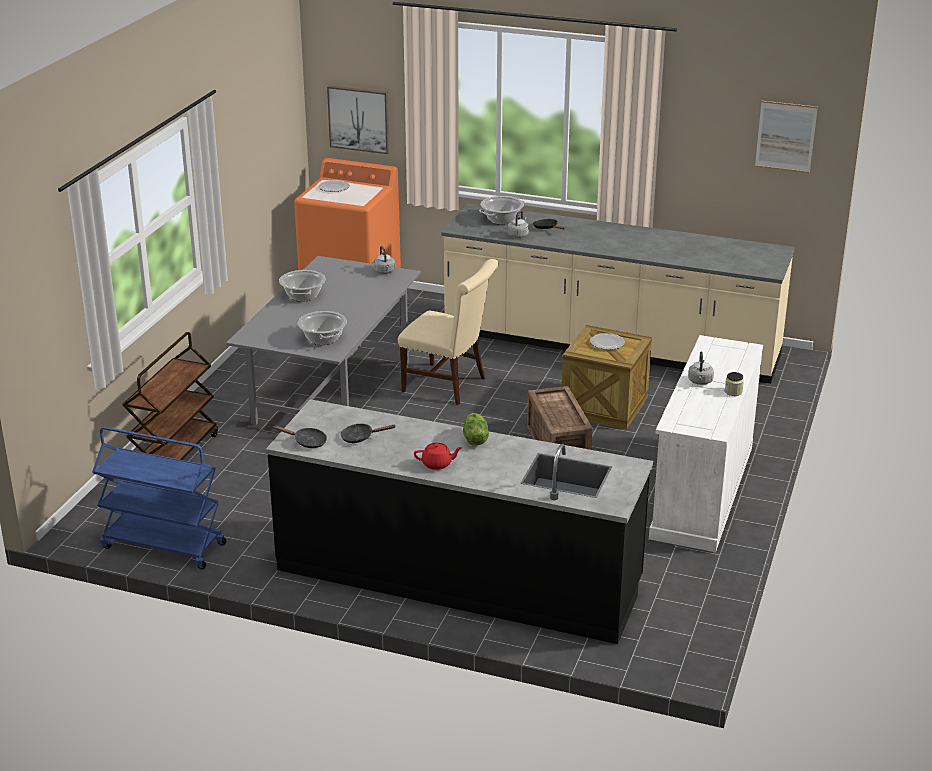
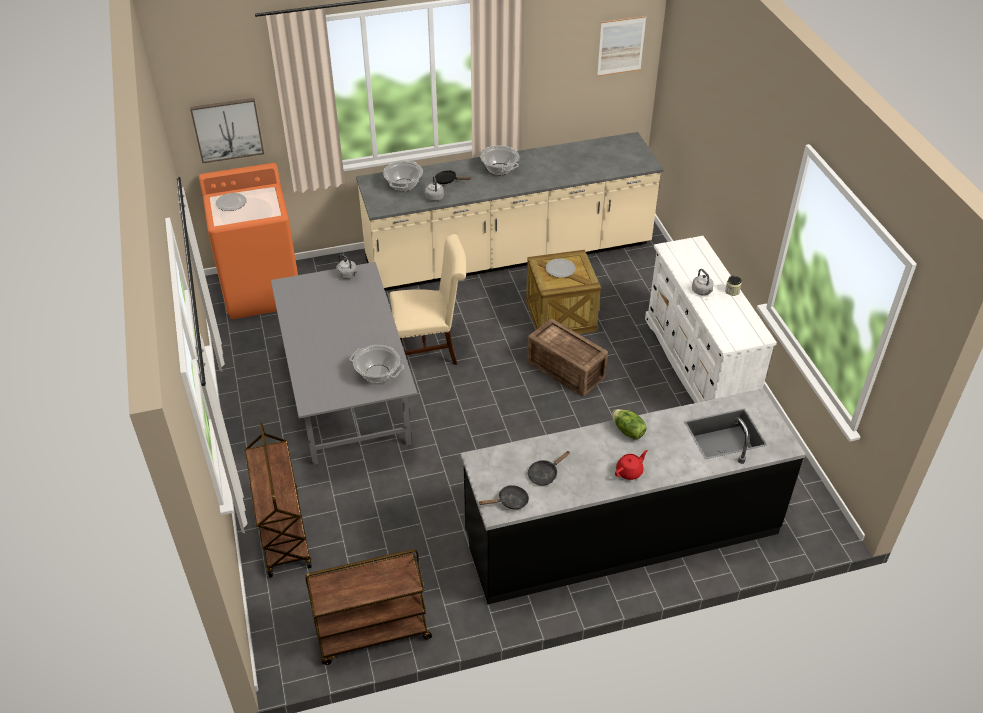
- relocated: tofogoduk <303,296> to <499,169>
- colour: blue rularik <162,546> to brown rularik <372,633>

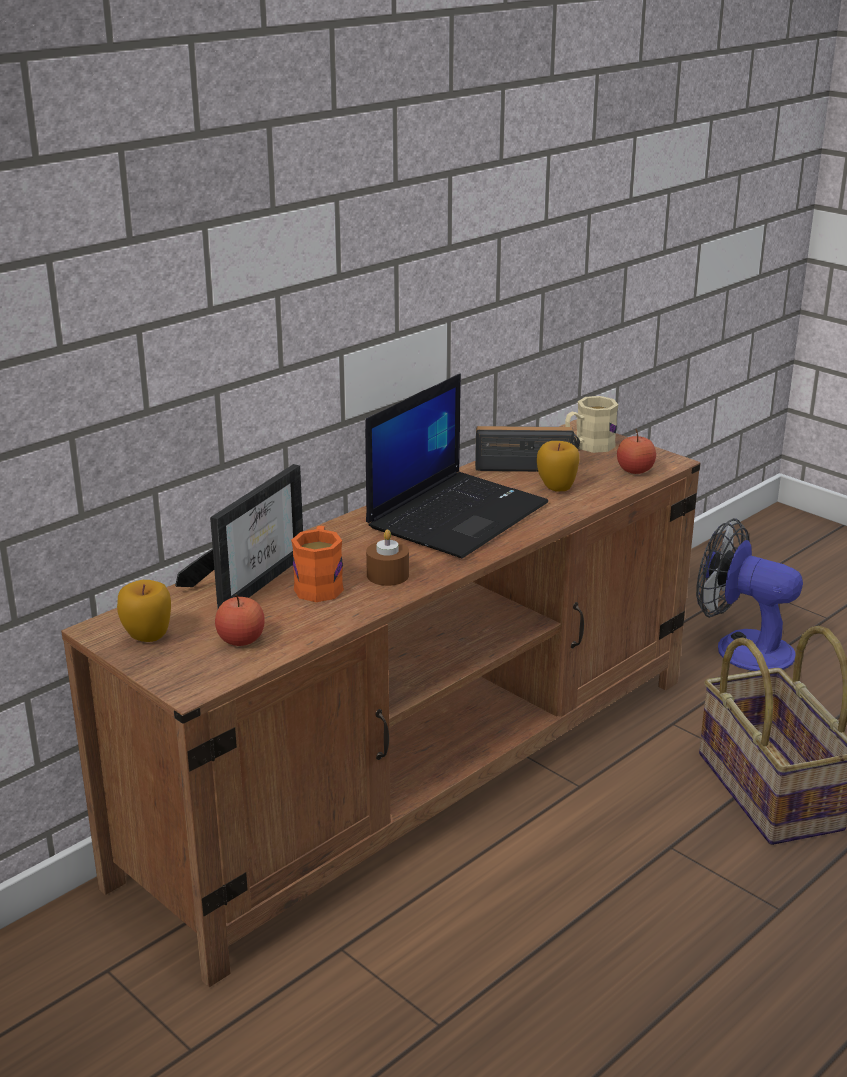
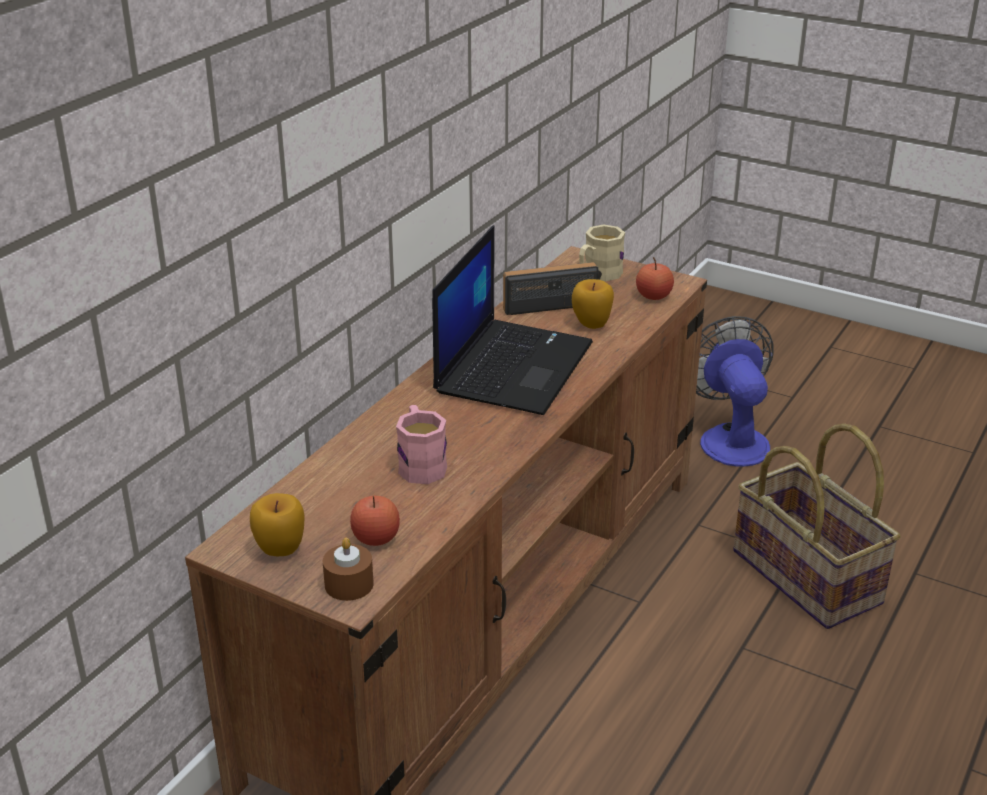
- missing: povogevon <252,579>
- relocated: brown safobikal <387,575> to <349,584>
- colour: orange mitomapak <319,584> to pink mitomapak <420,463>
- spun: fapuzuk <741,648> = <730,438> 60 degrees clockwise

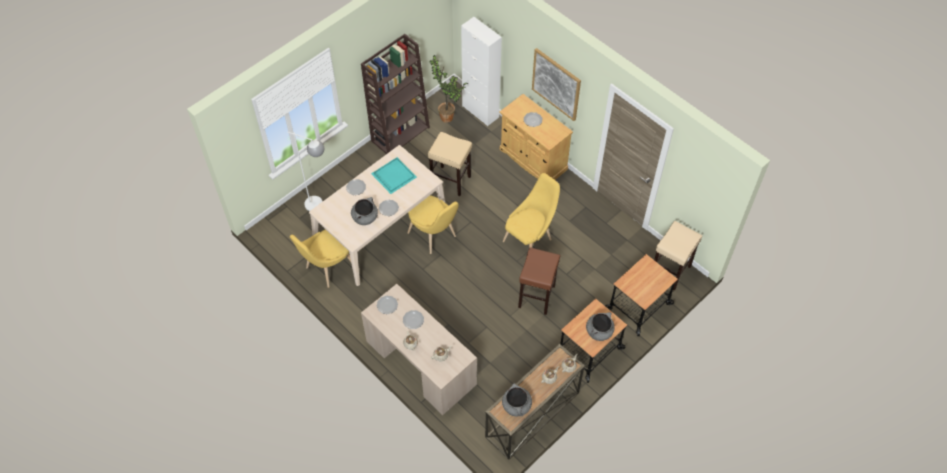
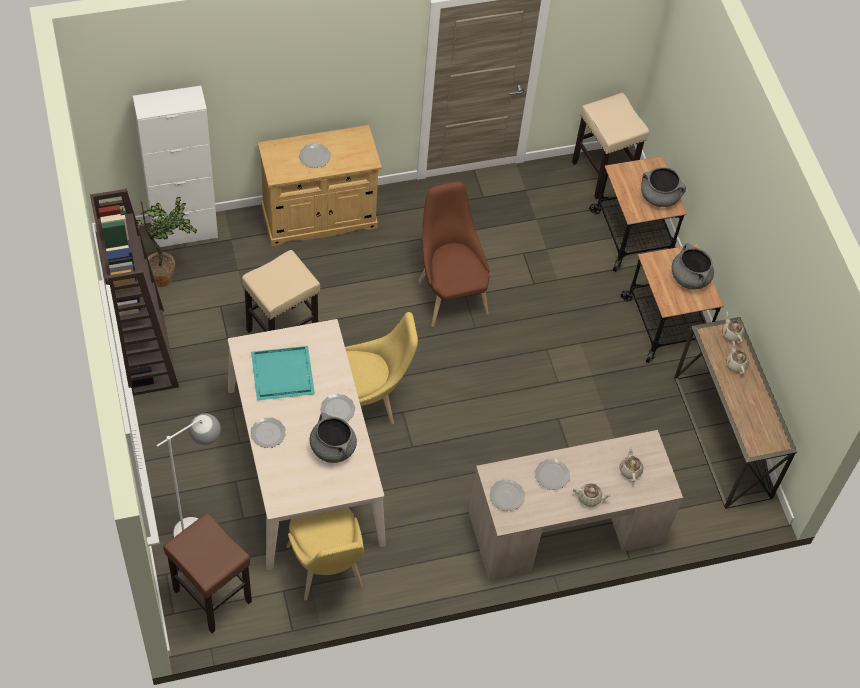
- missing: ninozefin <556,84>
- relocated: grey tofogoduk <516,405> to <659,197>
- relocated: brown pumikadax <536,296> to <211,595>
- colour: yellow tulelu <530,239> to brown tulelu <450,293>

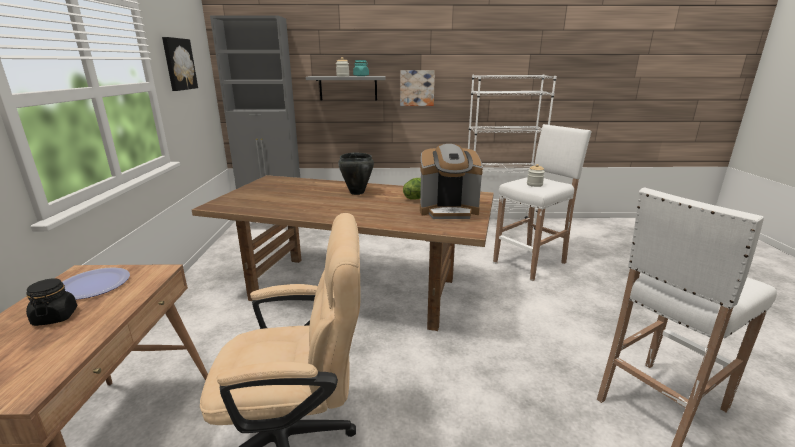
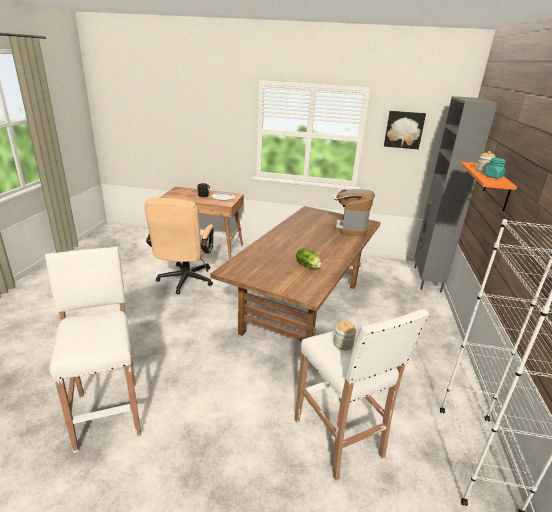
- missing: black tofogoduk <356,192>
- missing: ninozefin <417,88>
- relocated: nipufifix <448,211> to <350,228>
- colour: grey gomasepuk <348,88> to orange gomasepuk <497,187>

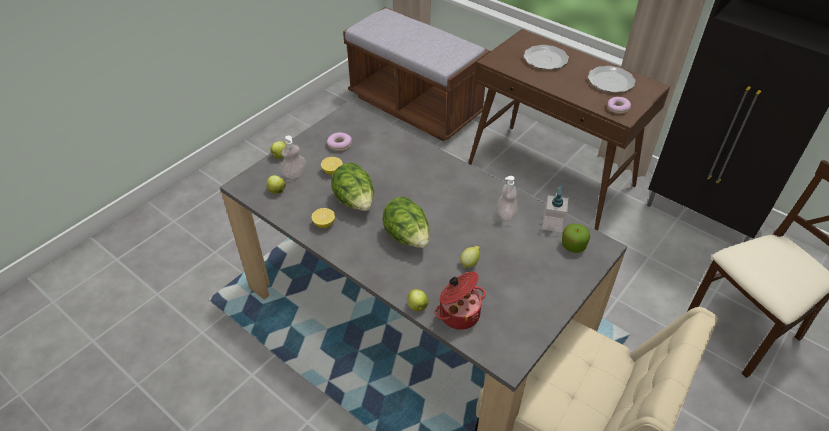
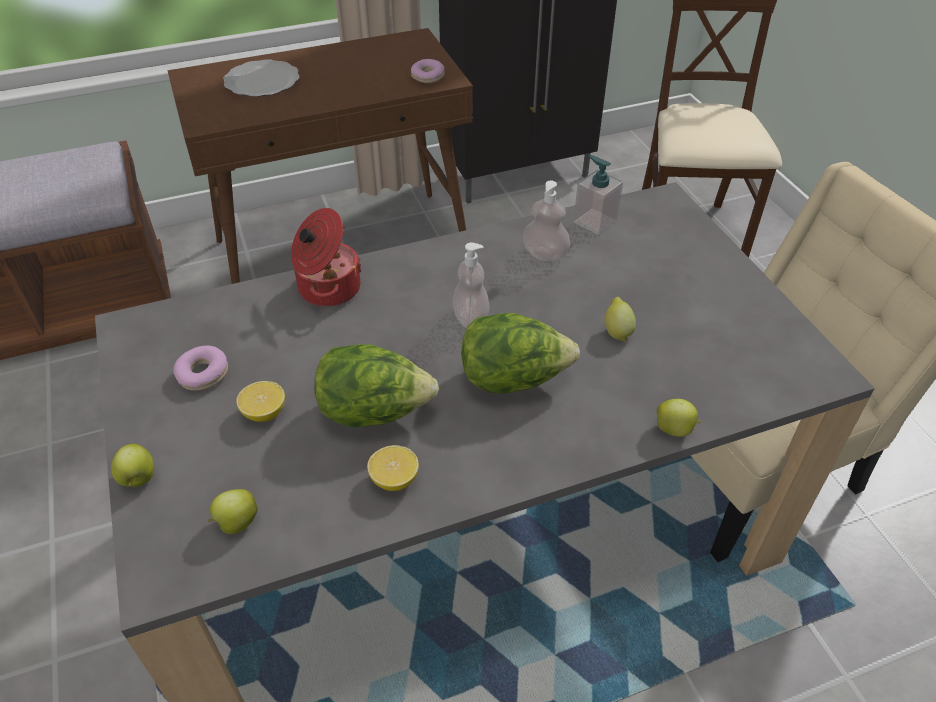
- missing: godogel <573,246>
- missing: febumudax <610,81>
- relocated: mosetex <294,174> to <470,318>
- relocated: tofogoduk <458,313> to <327,288>

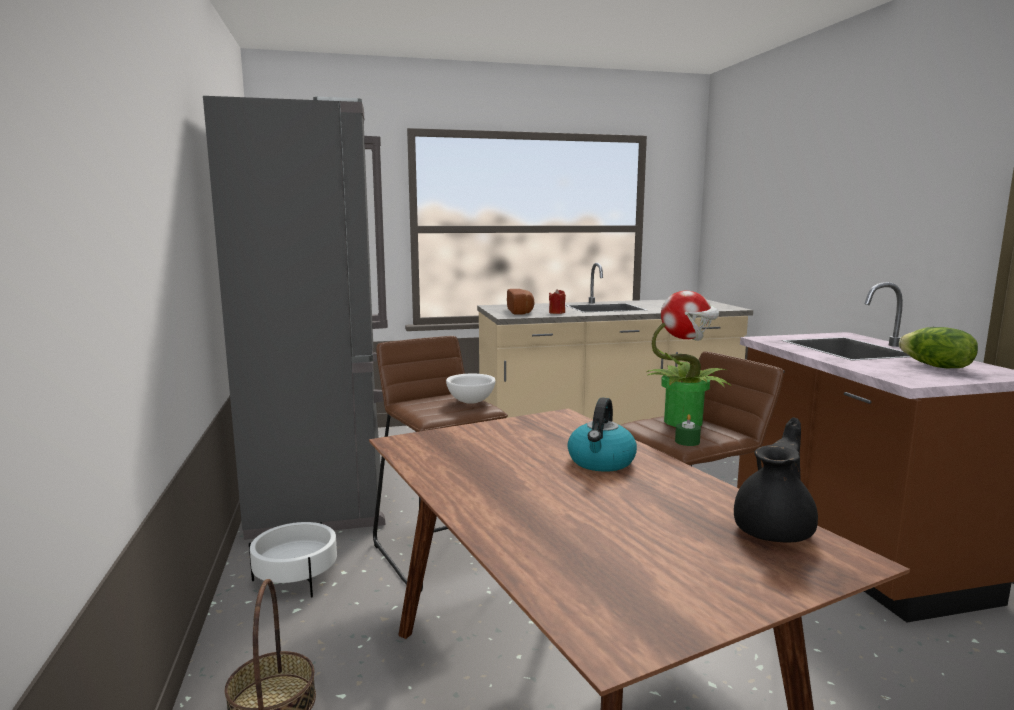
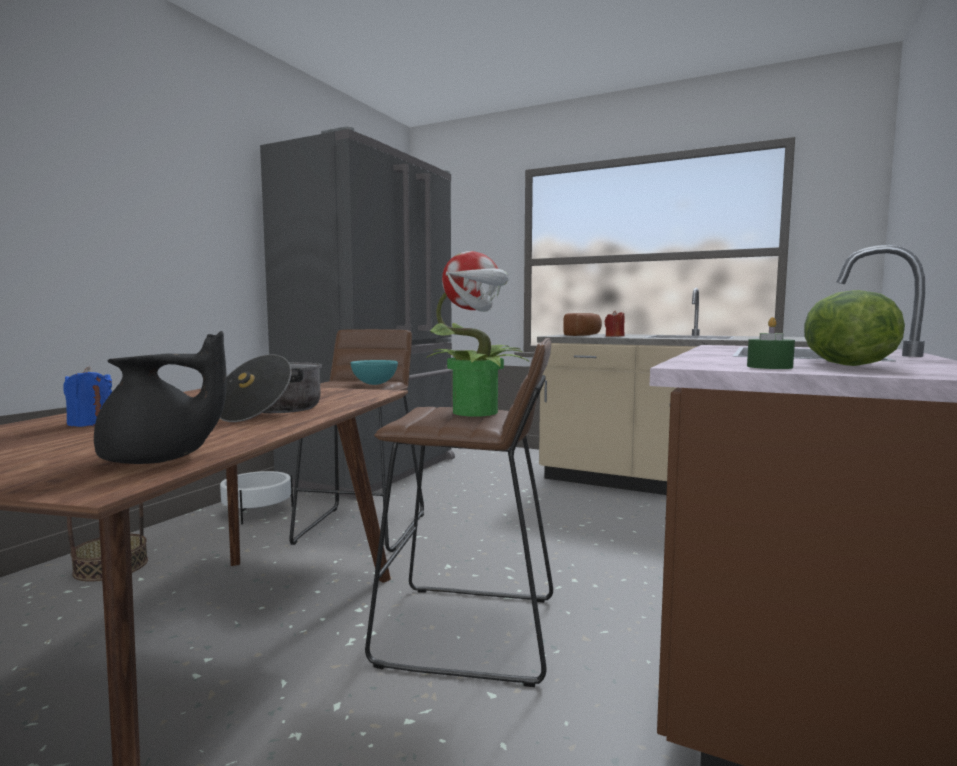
- appeared: blue safobikal <91,423>
- relocated: green safobikal <687,441> to <769,367>
- exchanged: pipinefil <601,462> to tofogoduk <272,411>
- colour: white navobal <471,402> to turquoise navobal <375,384>

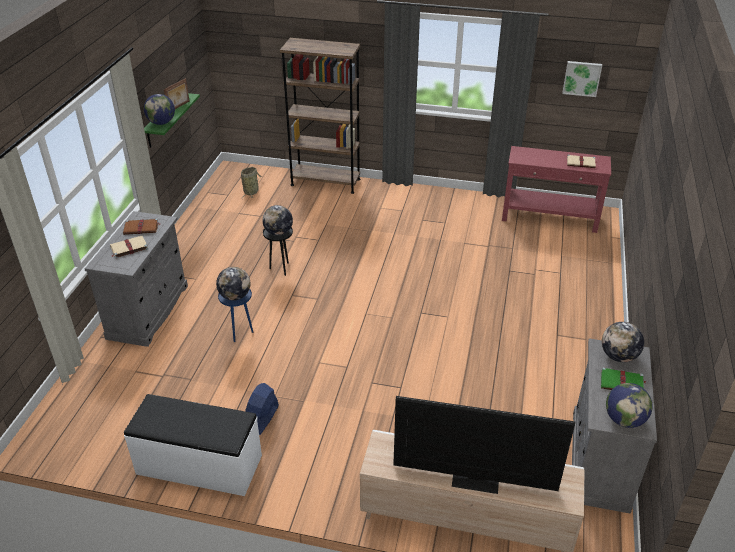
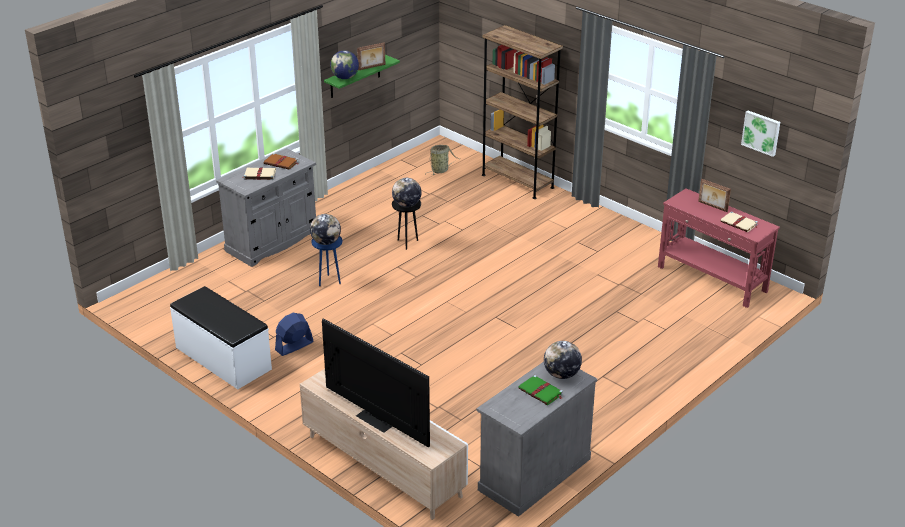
- missing: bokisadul <624,420>
- appeared: povogevon <712,207>

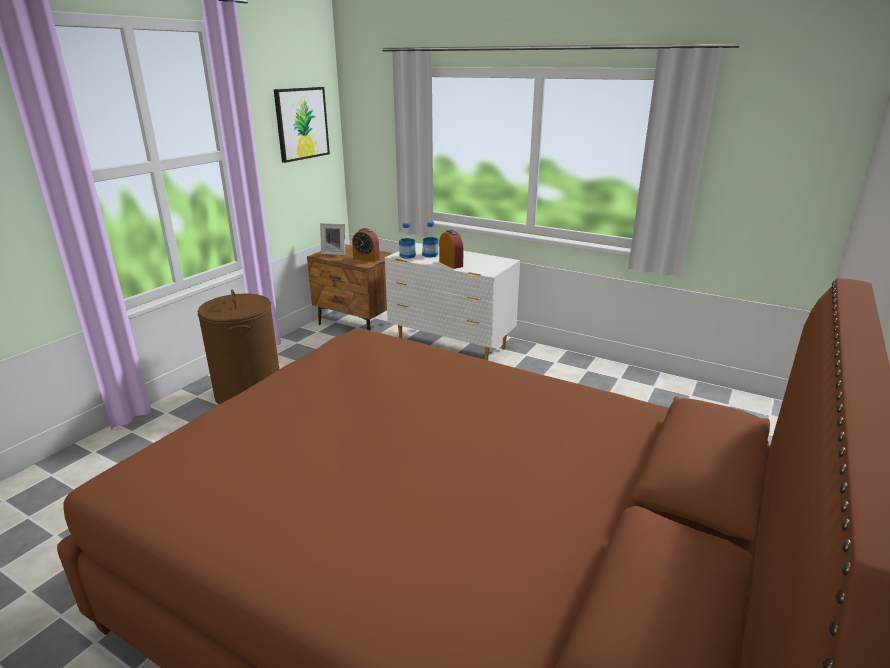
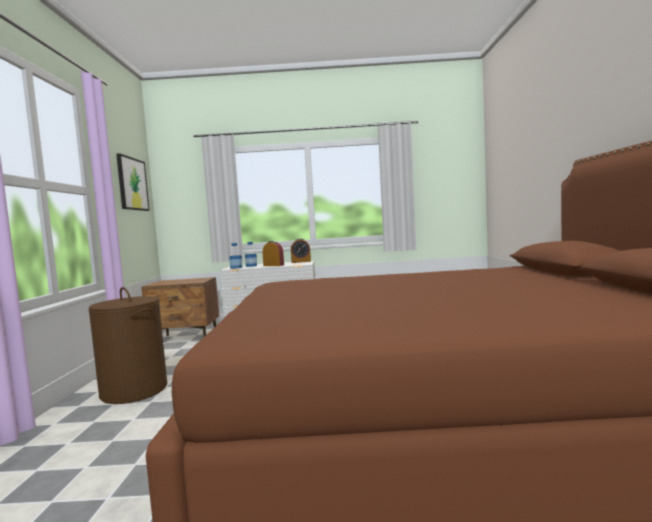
- missing: povogevon <334,253>
- relocated: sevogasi <366,258> to <301,262>

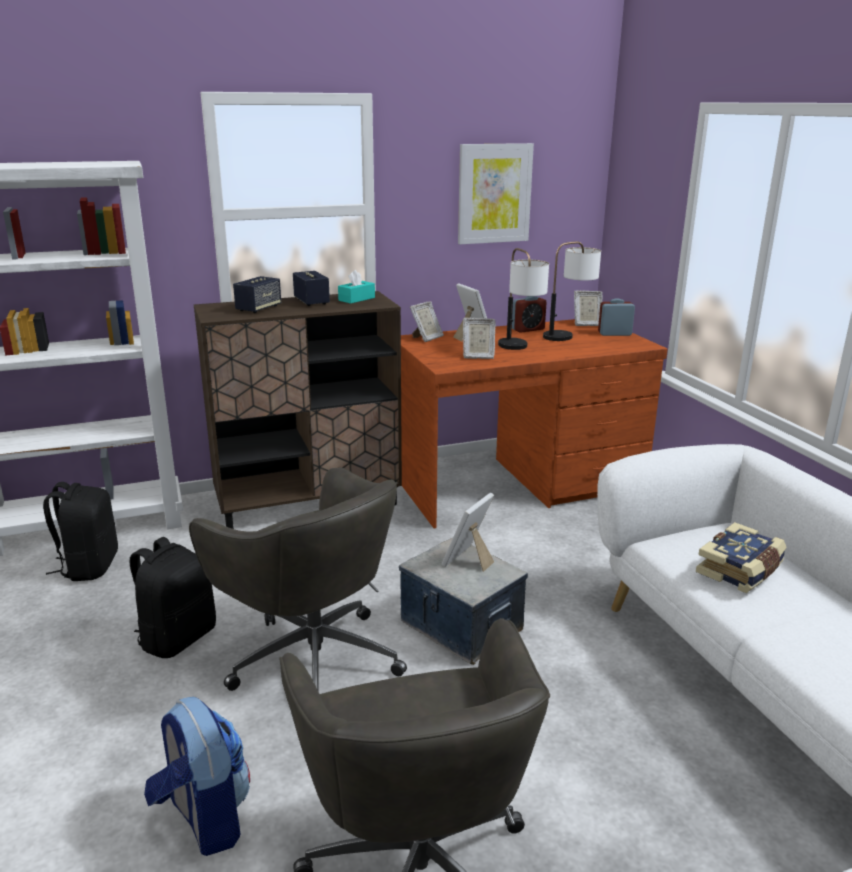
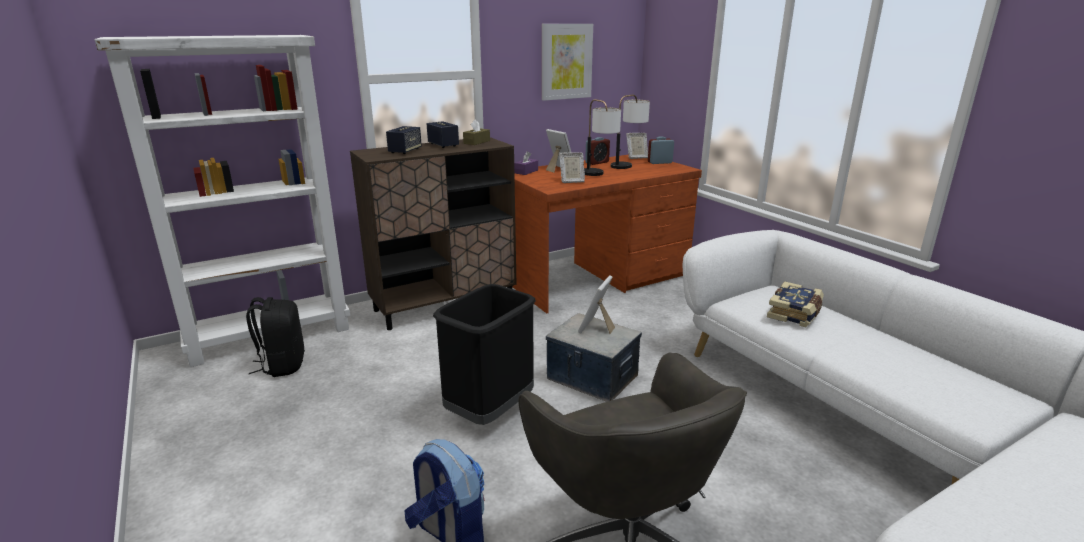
- missing: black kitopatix <177,638>
- exchanged: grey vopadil <312,658> to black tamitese <490,412>
- exchanged: povogevon <426,338> to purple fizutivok <526,171>
- colour: turquoise fizutivok <356,299> to brown fizutivok <476,142>

